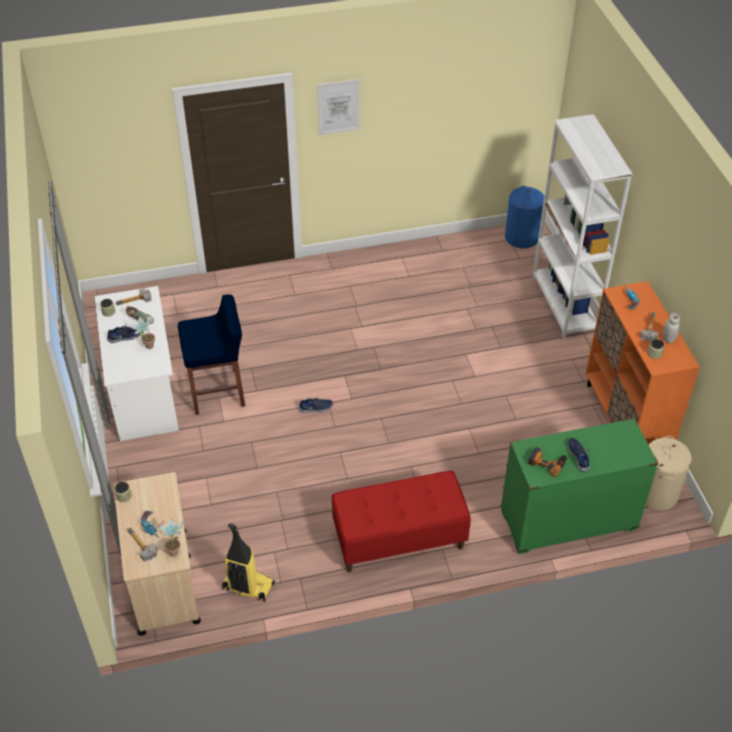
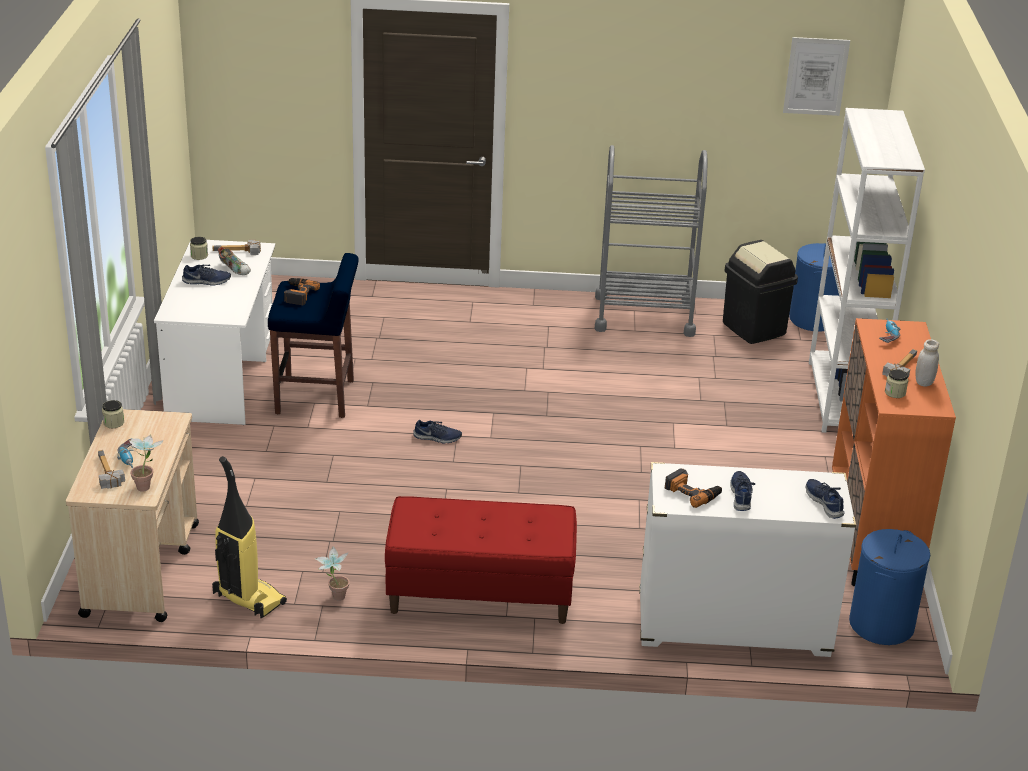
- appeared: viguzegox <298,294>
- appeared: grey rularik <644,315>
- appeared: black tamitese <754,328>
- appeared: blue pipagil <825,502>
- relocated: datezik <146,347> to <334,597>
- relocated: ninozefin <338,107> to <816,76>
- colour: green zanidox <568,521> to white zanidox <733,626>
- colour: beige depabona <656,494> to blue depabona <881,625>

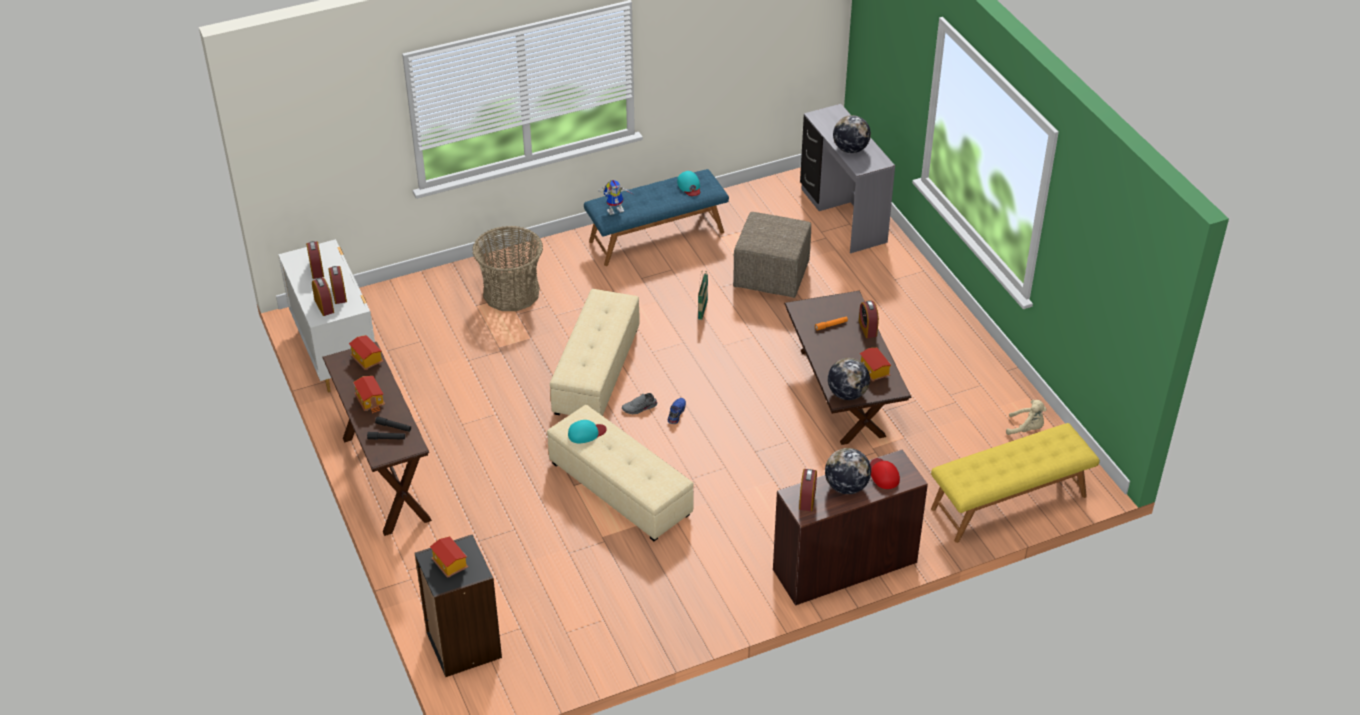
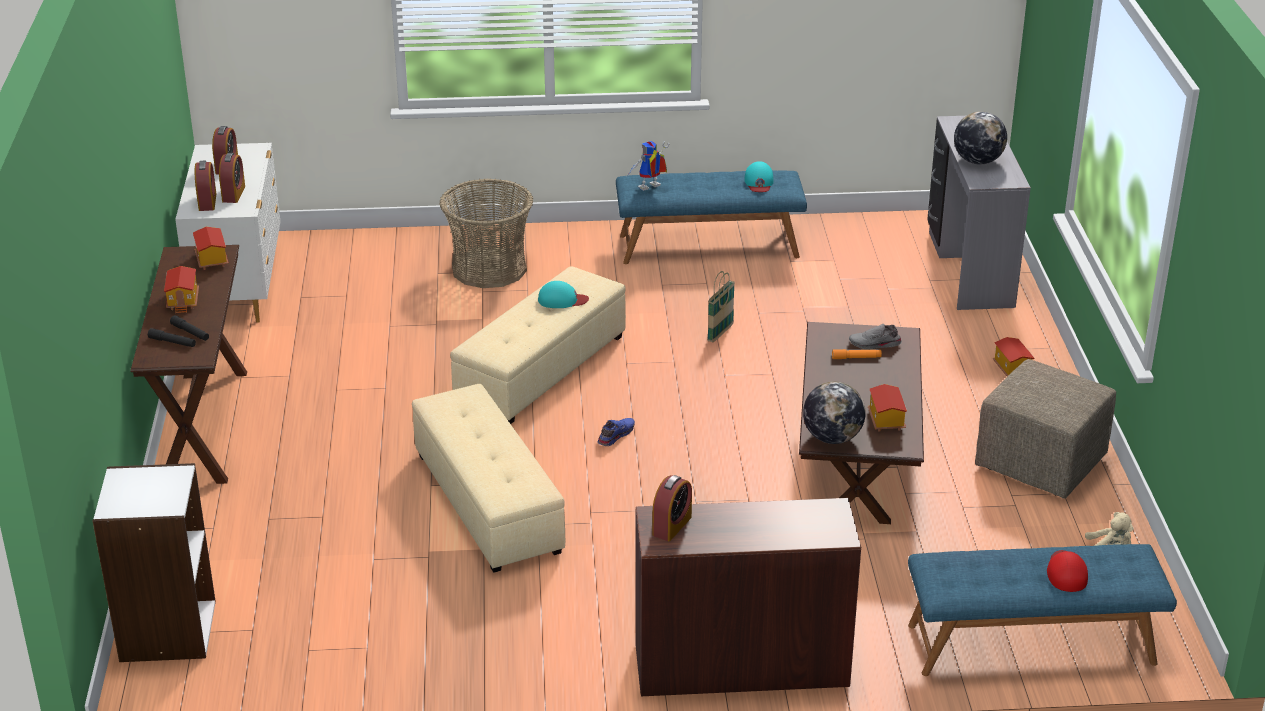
- missing: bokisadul <846,487>
- missing: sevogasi <867,328>
- relocated: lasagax <449,565> to <1011,369>
- relocated: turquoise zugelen <586,433> to <562,300>
- relocated: grey pipagil <639,408> to <874,345>
- relocated: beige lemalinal <772,276> to <1042,463>
- relocated: red zugelen <883,474> to <1066,573>
- colour: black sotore <462,645> to white sotore <166,631>
- colour: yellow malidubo <1009,503> to blue malidubo <1031,645>
- spun: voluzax <616,209> = <649,188> 150 degrees clockwise

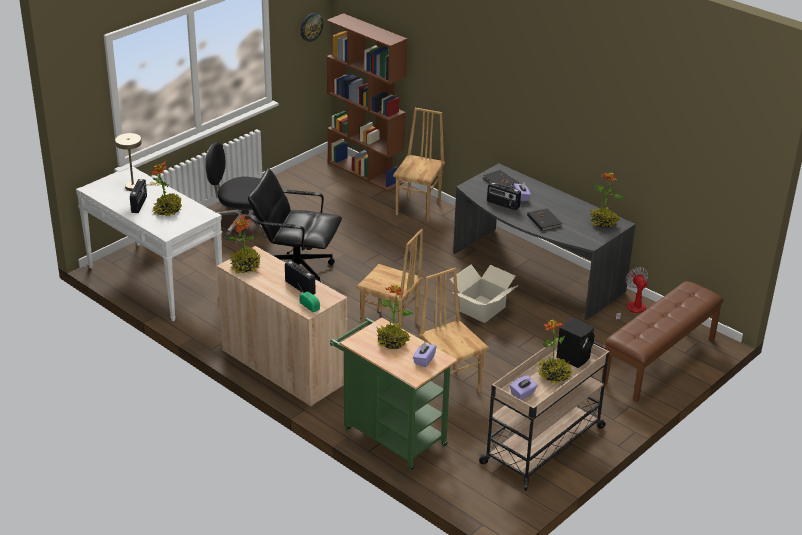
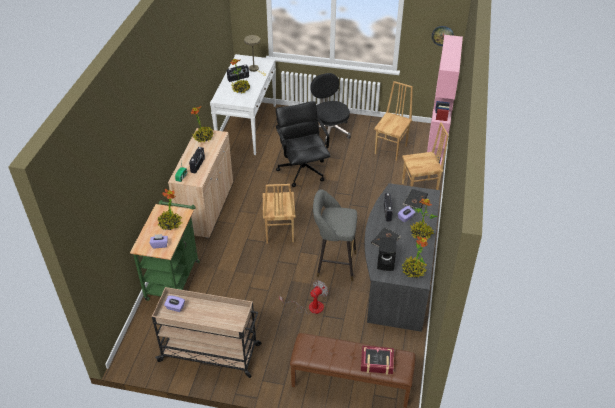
- appeared: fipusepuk <377,362>
- relocated: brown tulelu <451,385> to <391,149>
- relocated: datezik <554,375> to <421,234>
- relocated: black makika <574,357> to <386,263>
- relocated: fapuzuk <632,311> to <310,307>
- exchanged: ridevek <481,309> to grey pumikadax <333,264>
- colour: brown sotore <366,172> to pink sotore <436,150>

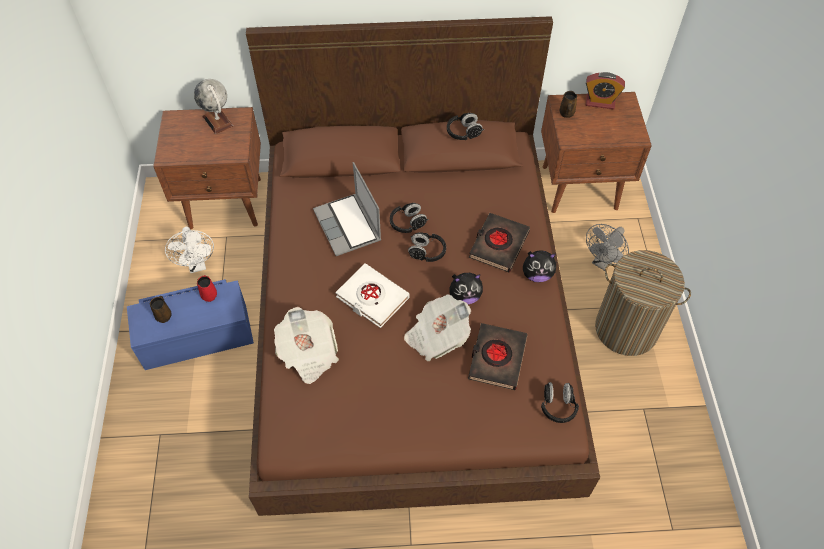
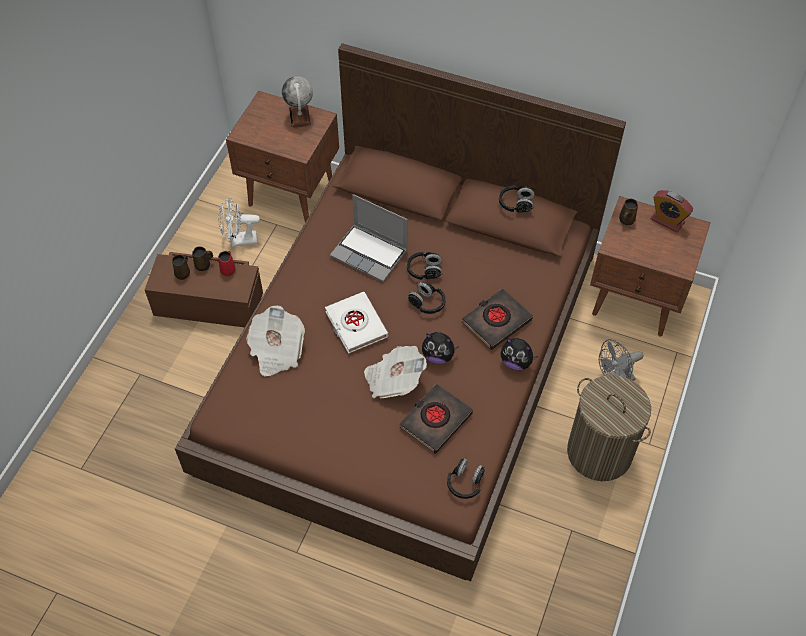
- appeared: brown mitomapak <203,265>
- colour: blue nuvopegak <196,335> to brown nuvopegak <208,302>
- spun: white fapuzuk <197,265> = <239,241> 75 degrees clockwise
- spun: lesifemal <348,226> = <370,253> 60 degrees counterclockwise

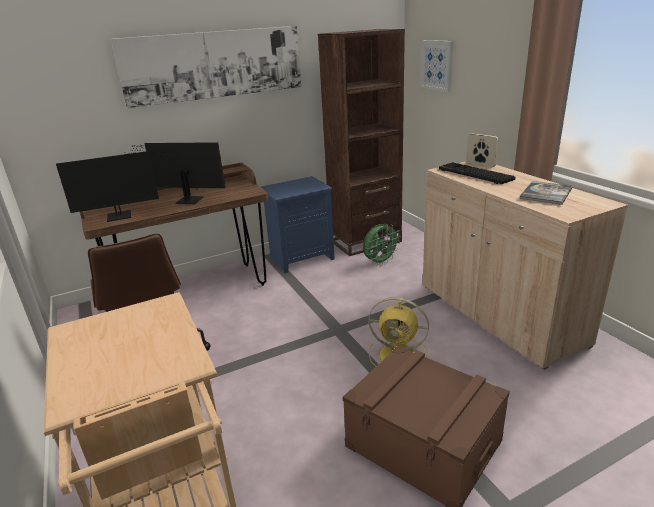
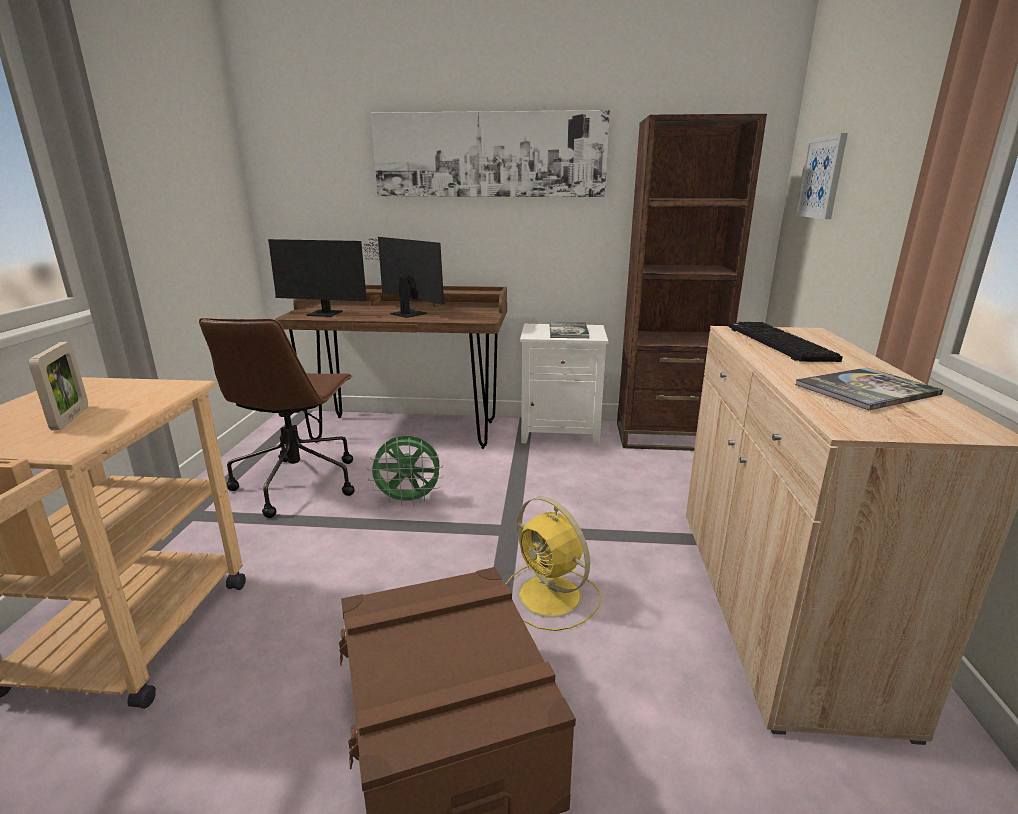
- appeared: fipusepuk <568,331>
- relocated: green fapuzuk <380,262> to <409,500>
- relocated: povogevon <480,165> to <70,418>
- colour: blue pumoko <301,257> to white pumoko <561,432>

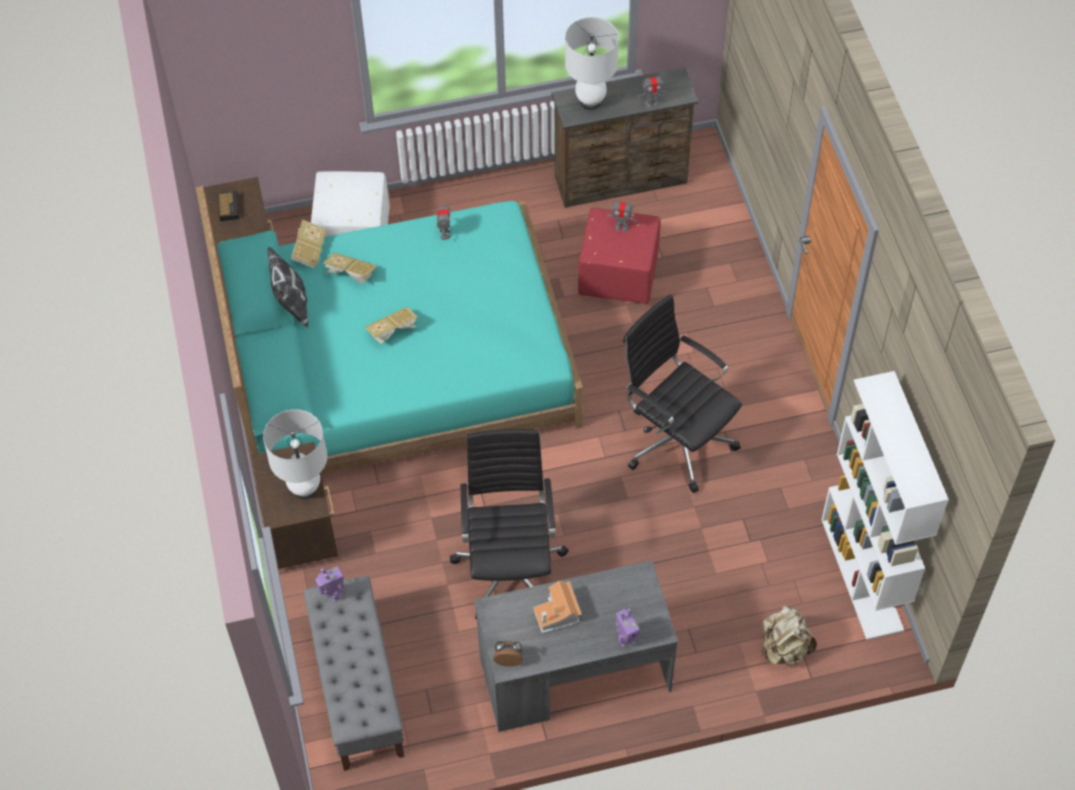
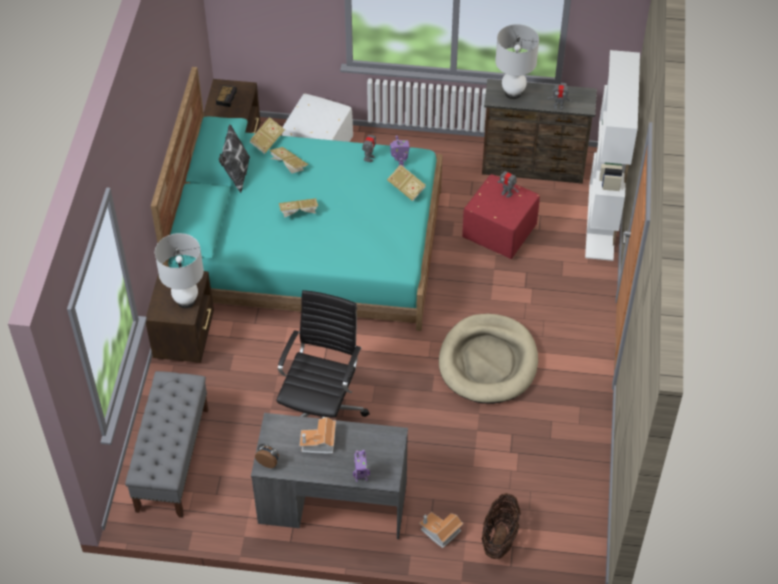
- appeared: fipusepuk <407,189>
- appeared: lasagax <439,532>
- relocated: voluzax <333,595> to <399,163>
- relocated: white sotore <863,575> to <601,222>
- exchanged: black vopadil <676,440> to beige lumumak <488,362>
- exchanged: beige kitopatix <784,648> to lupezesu <499,537>

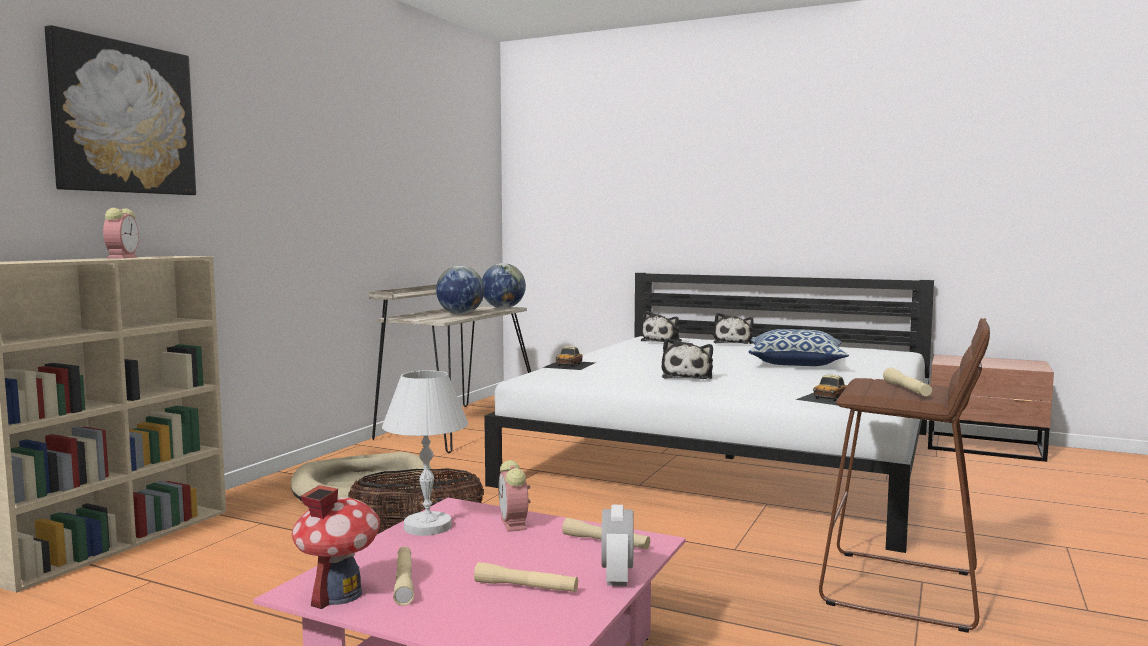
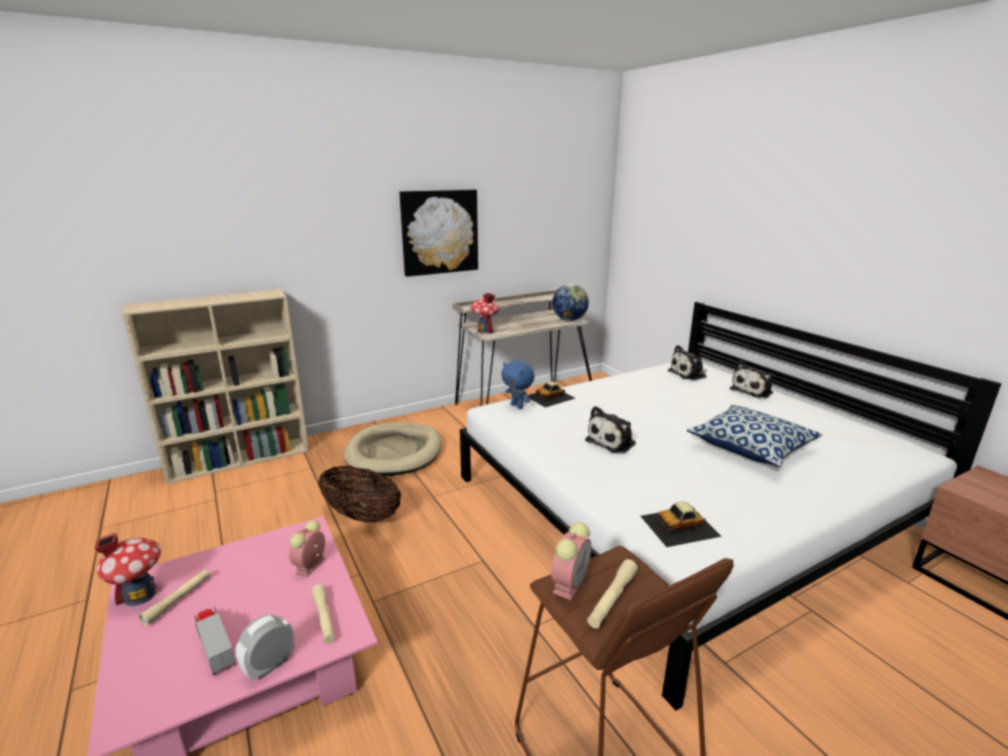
- missing: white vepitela <427,527>
- missing: bokisadul <460,314>
- appeared: lasagax <485,330>
- appeared: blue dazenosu <517,406>
- relocated: ninozefin <123,118> to <439,232>
- relocated: sevogasi <122,257> to <569,583>
- exchanged: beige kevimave <526,587> to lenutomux <214,644>

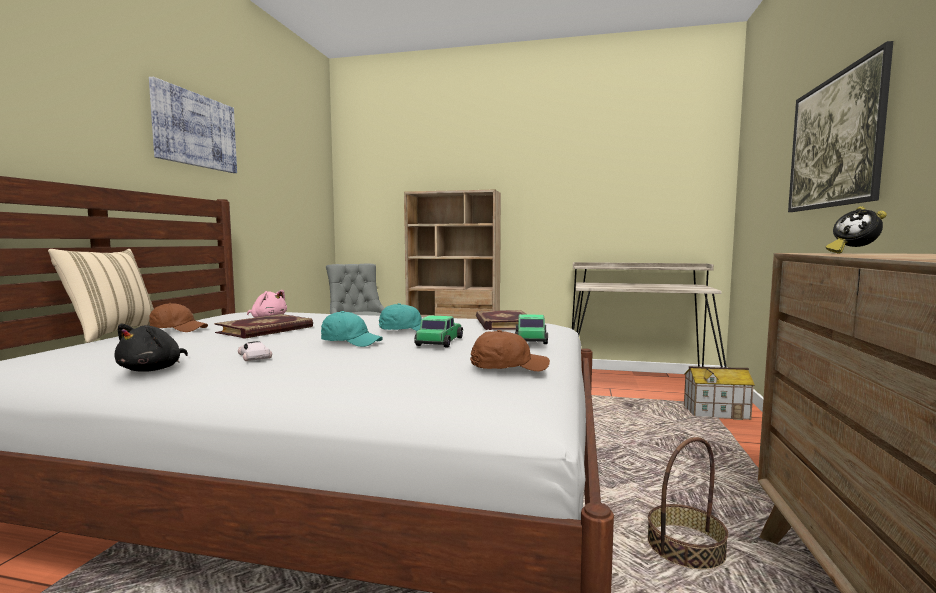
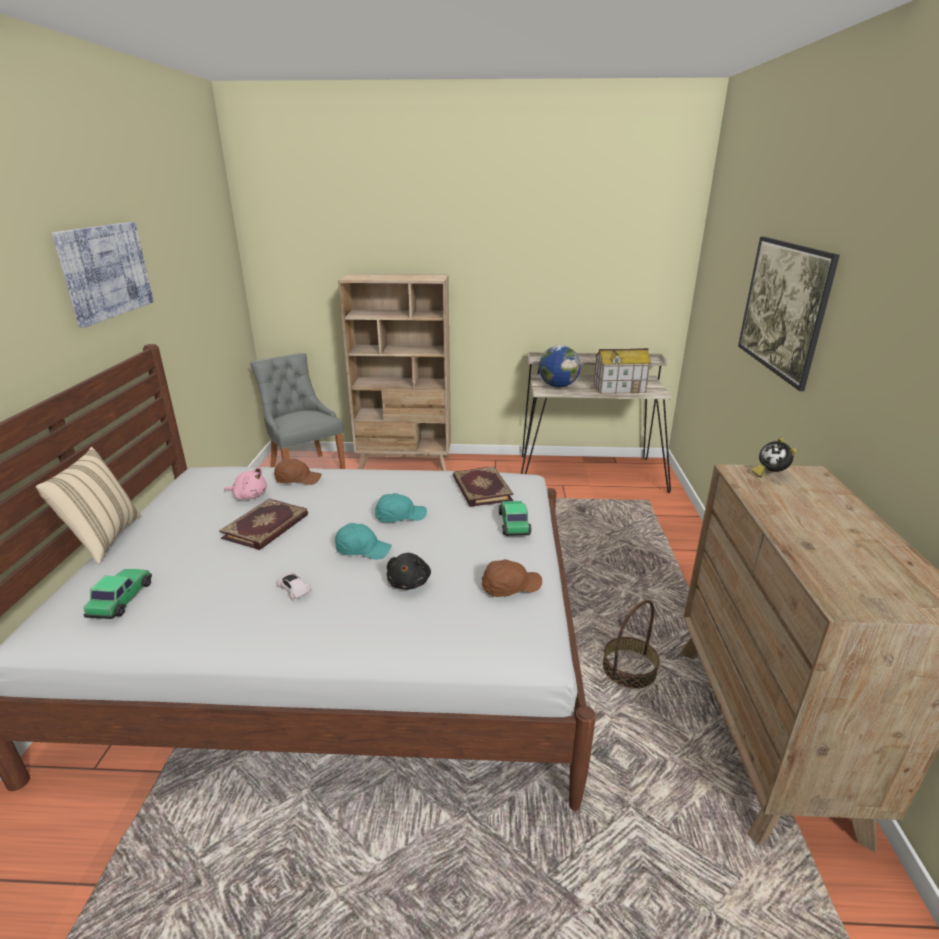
- appeared: bokisadul <558,386>
- relocated: black dazenosu <153,369> to <409,582>
- relocated: brown zugelen <178,329> to <298,480>
- relocated: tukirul <440,341> to <121,599>
- relocated: lasagax <716,412> to <619,388>

